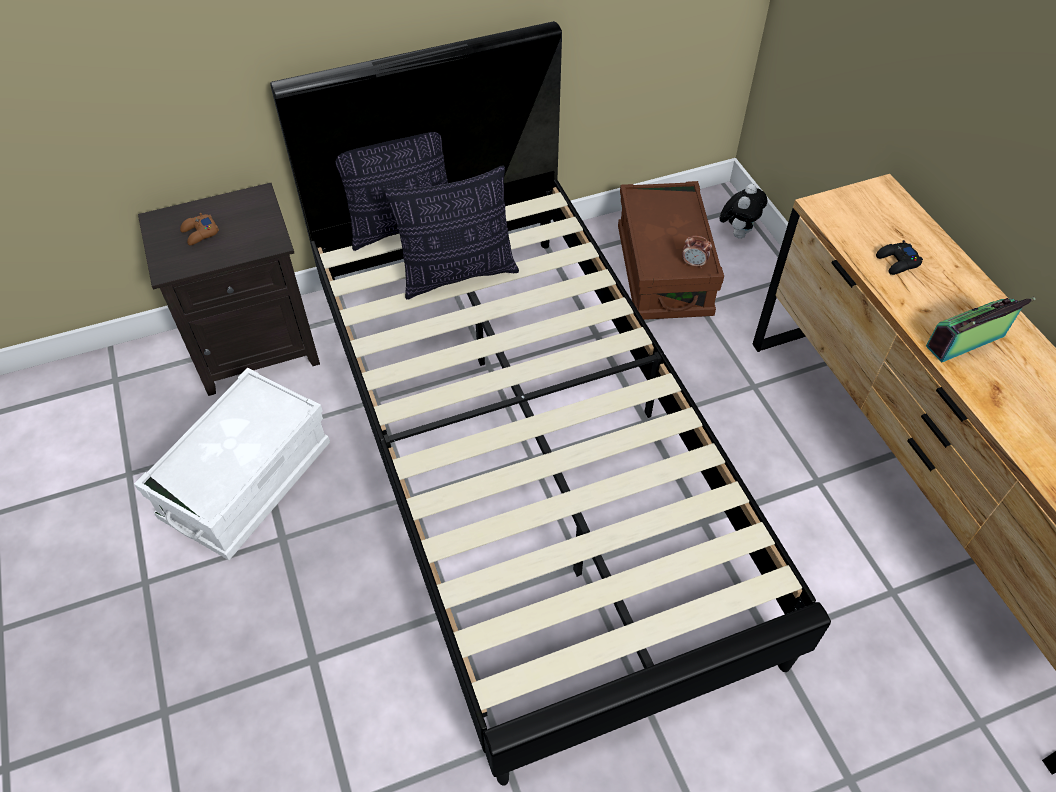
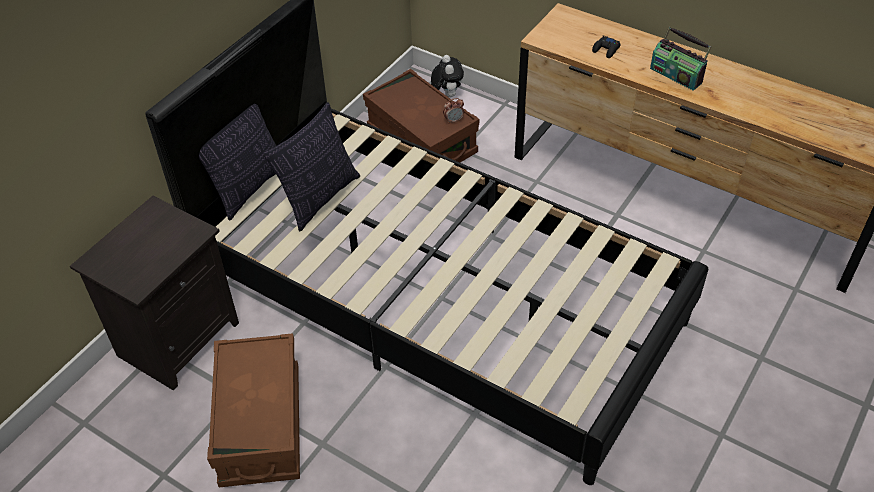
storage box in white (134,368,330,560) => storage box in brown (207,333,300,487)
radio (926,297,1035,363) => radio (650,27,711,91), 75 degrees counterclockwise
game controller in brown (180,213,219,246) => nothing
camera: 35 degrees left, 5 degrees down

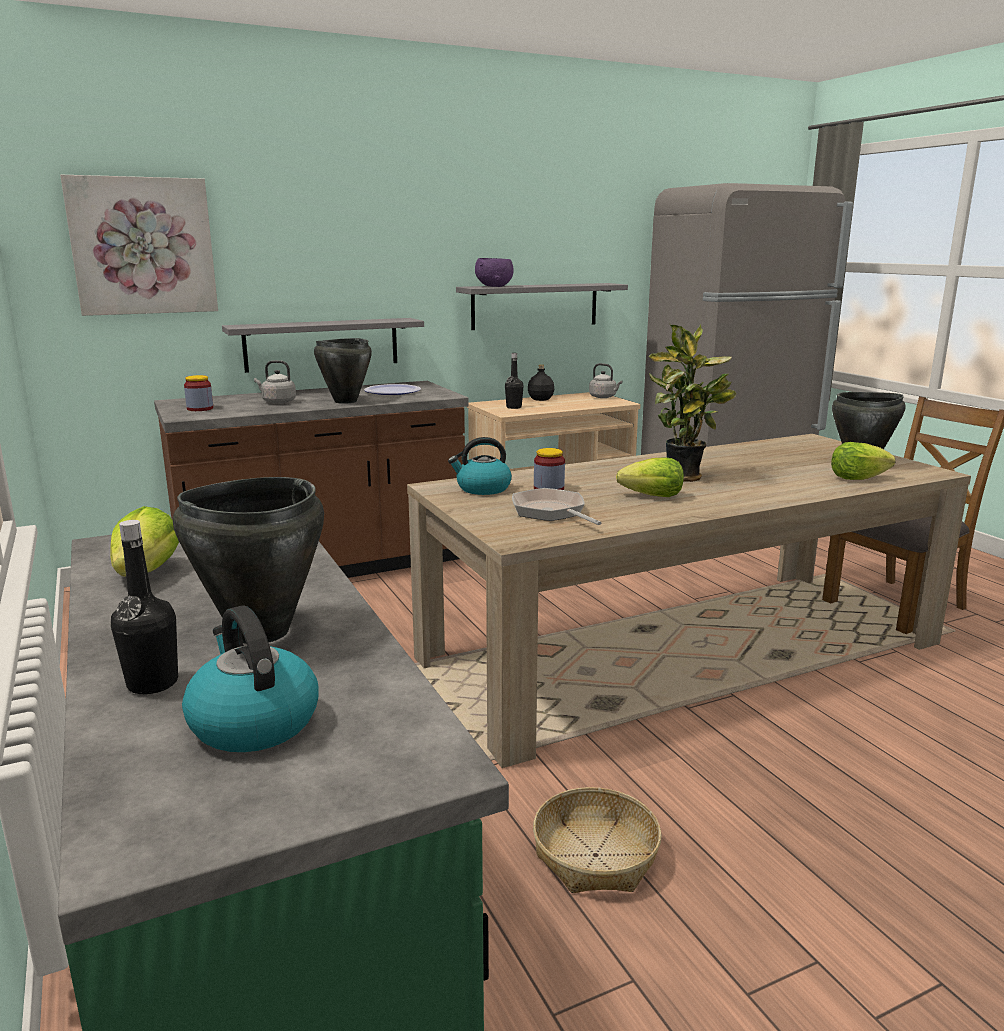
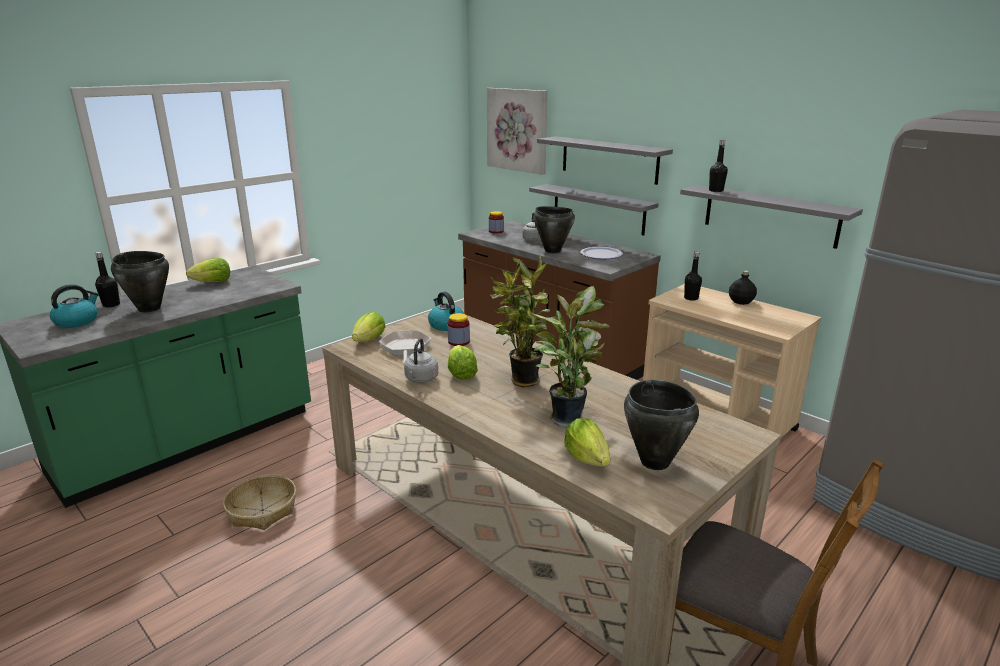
nothing => lettuce (352,312,385,342)
frying pan (512,488,602,525) => frying pan (379,330,431,365), 45 degrees counterclockwise
kettle in grey (589,363,623,398) => kettle in grey (404,338,438,383), shifted
nothing => potted plant (532,286,611,427)
nothing => shelf in grey (537,136,673,185)
bowl in purple (475,258,514,287) => bottle in black (709,140,728,192)
camera: 70 degrees right, 5 degrees up

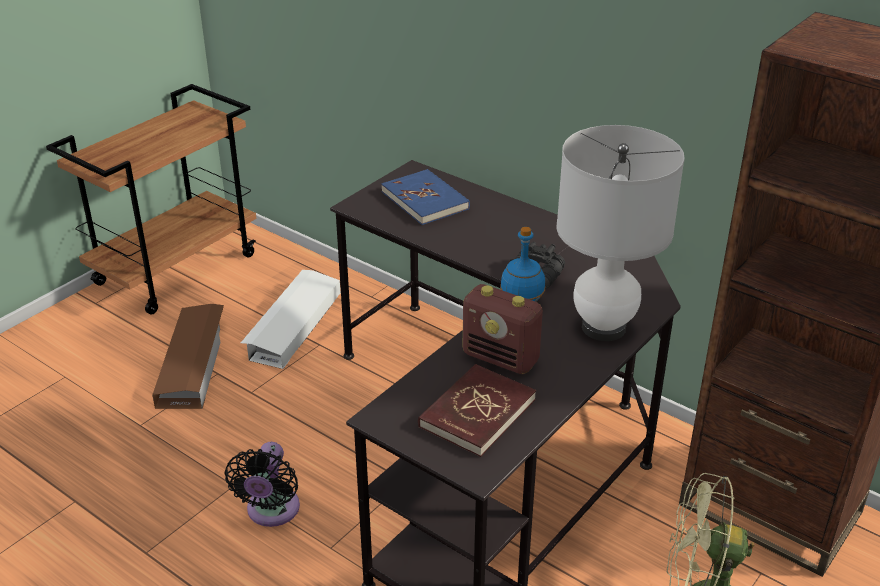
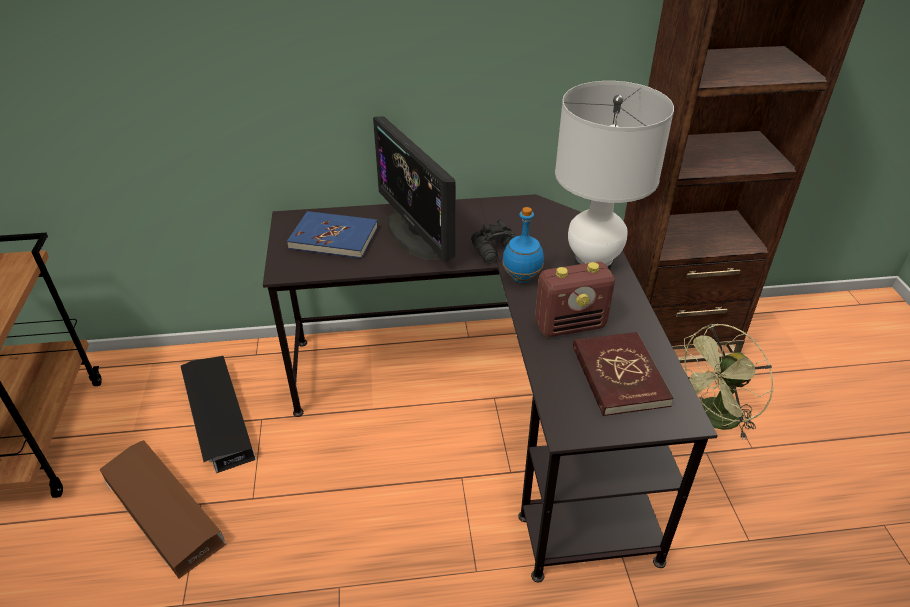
storage box in white (241,270,340,369) => storage box in black (180,356,256,473)
nothing => monitor (373,116,456,262)
fan in black (225,442,300,527) => nothing
camera: 45 degrees left, 5 degrees up

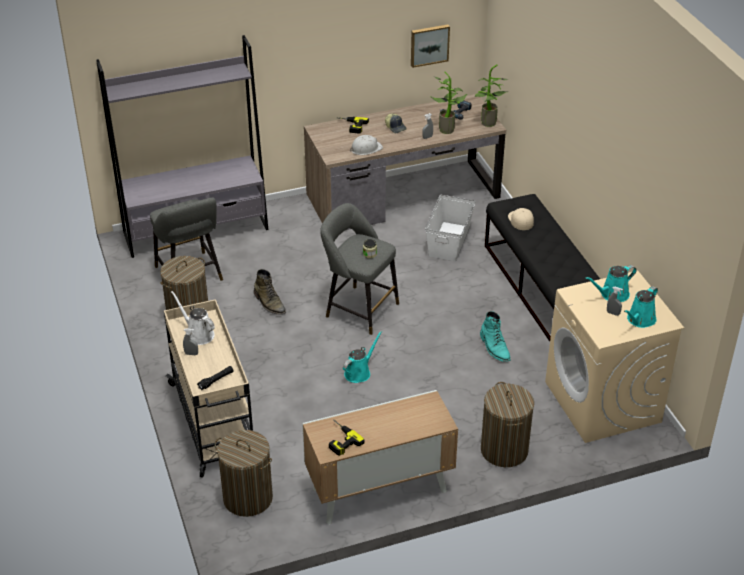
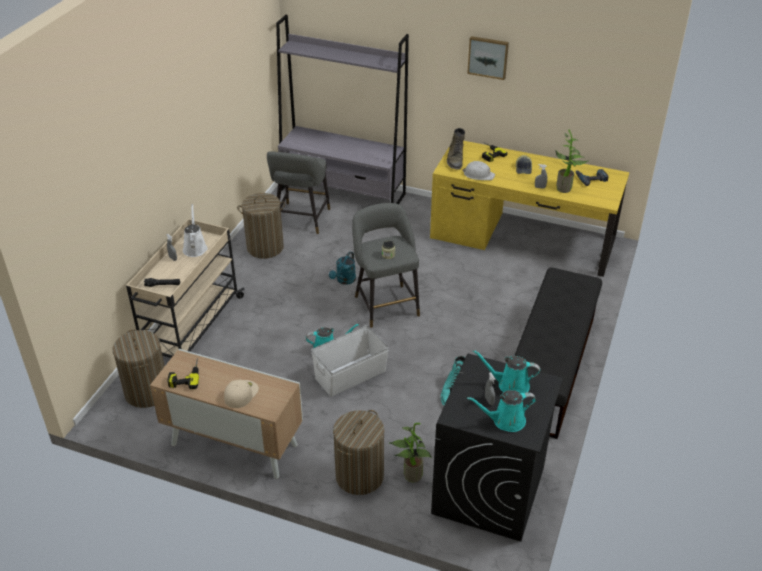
cap in beige (508,208,534,230) => cap in beige (224,380,259,408), shifted
storage box in white (425,195,476,261) => storage box in white (311,325,389,397), shifted
nothing => watering can in turquoise (329,251,356,285)
potted plant (474,65,509,127) => potted plant (389,423,432,483), shifted
desk in brown (304,94,506,230) => desk in yellow (430,141,629,277)
washing machine in beige (545,270,684,443) => washing machine in black (431,354,563,542)
boot in green (254,269,286,315) => boot in green (447,128,465,170), shifted
picture (411,25,450,68) => picture (467,36,509,80), shifted
camera: 40 degrees right, 0 degrees up

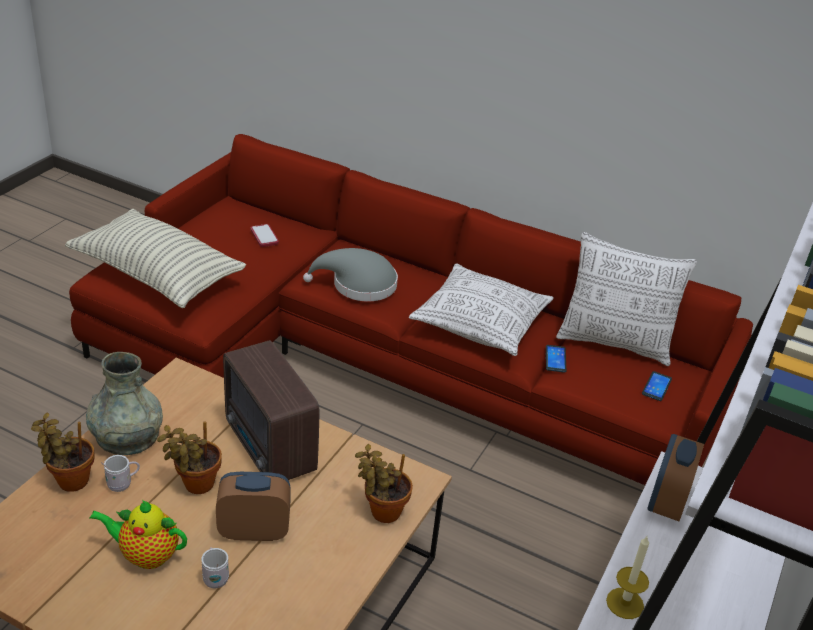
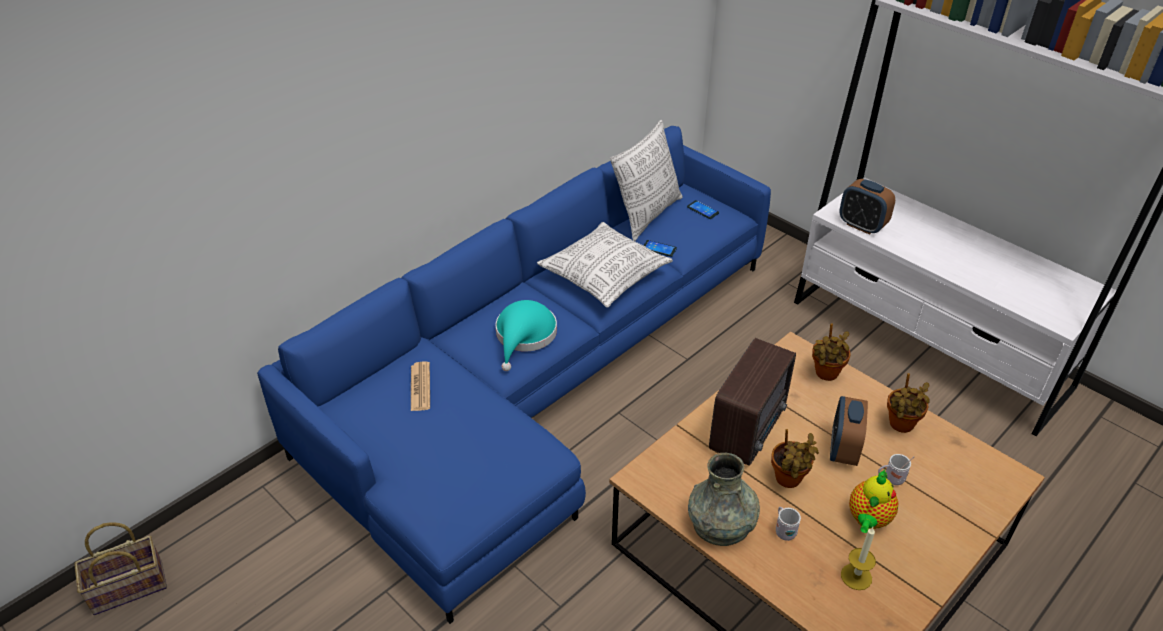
nothing => basket (74,522,167,615)
sofa in red (69,134,753,485) => sofa in blue (257,126,771,624)
phone (251,224,279,247) => newspaper (411,362,430,411)
hat in grey (303,248,398,301) => hat in turquoise (495,300,557,371)
radio (223,340,320,480) => radio (709,338,796,466), 45 degrees counterclockwise
candle (606,535,649,619) => candle (841,527,876,590), shifted
potted plant (31,412,94,492) => potted plant (887,373,930,433), shifted
pillow (65,209,246,308) => nothing
camera: 70 degrees left, 5 degrees up

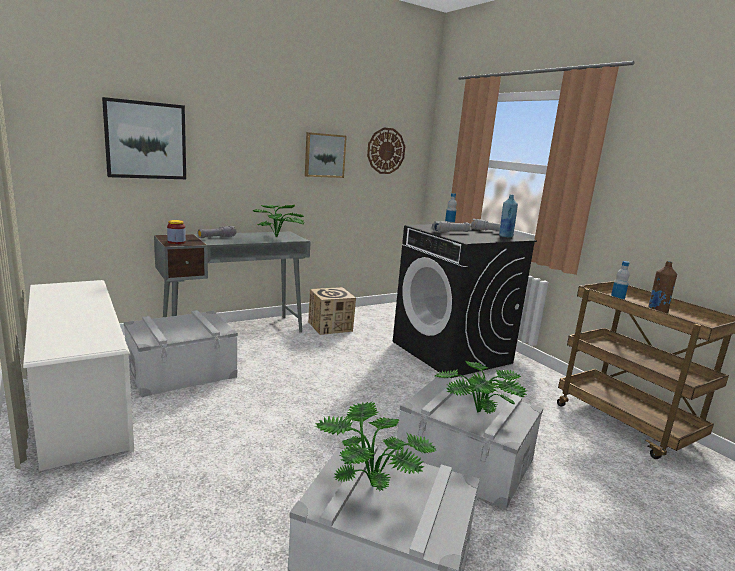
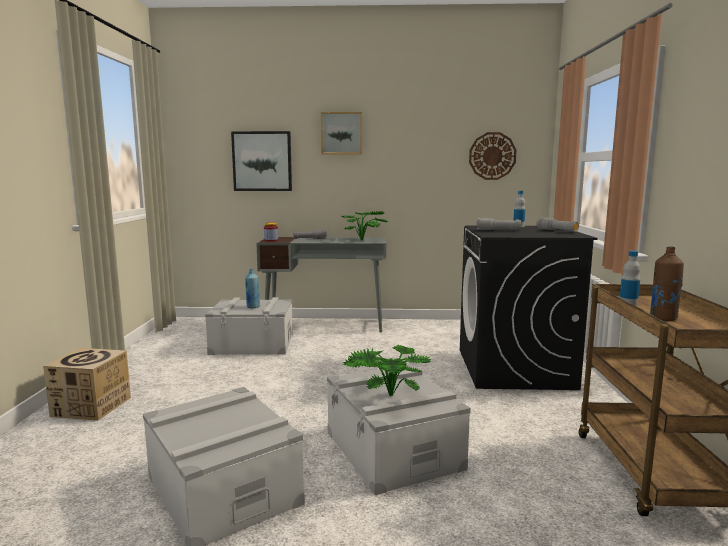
cardboard box (308,287,356,335) => cardboard box (43,348,131,421), shifted
bottle in blue (499,194,518,237) => bottle in blue (245,269,260,308), shifted
picture (305,132,347,178) => picture (321,112,362,154), shifted
shoe rack in white (23,280,134,471) => nothing
potted plant (315,401,437,491) => nothing
camera: 35 degrees right, 5 degrees down

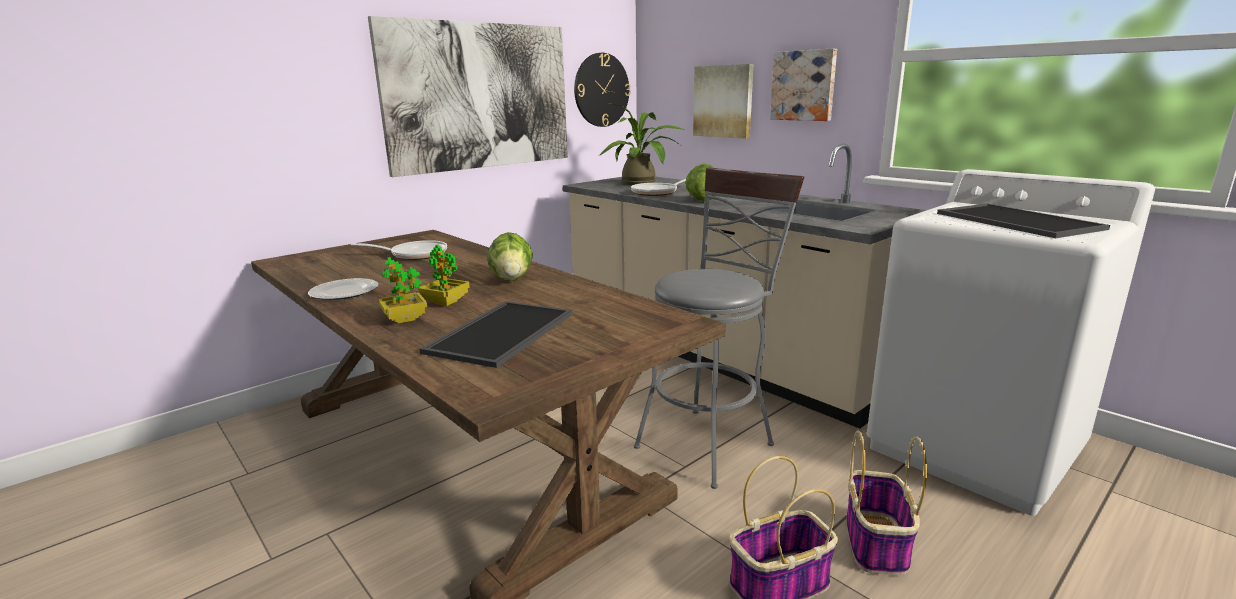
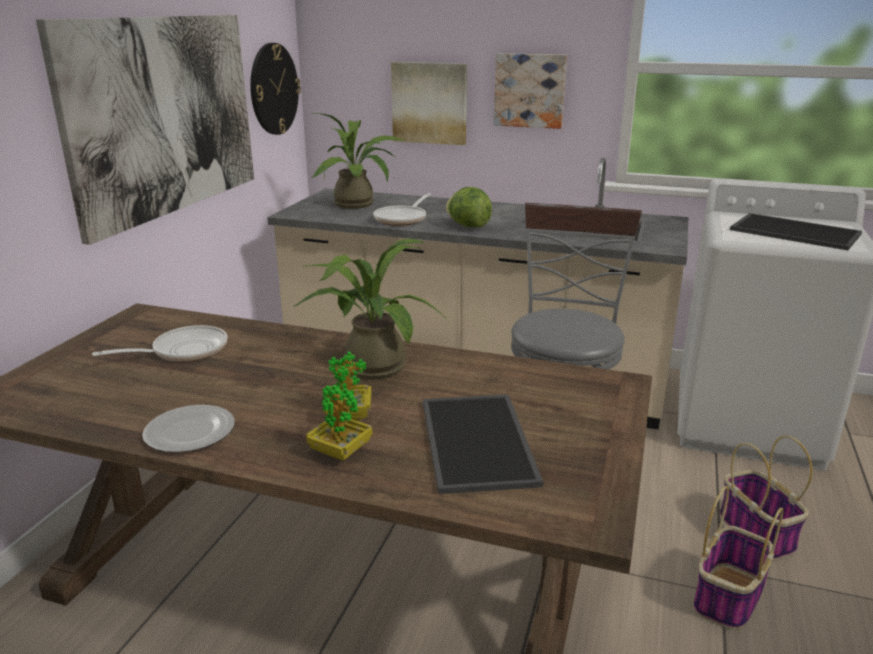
lettuce (487,232,533,281) => potted plant (293,239,448,379)
camera: 30 degrees left, 5 degrees up

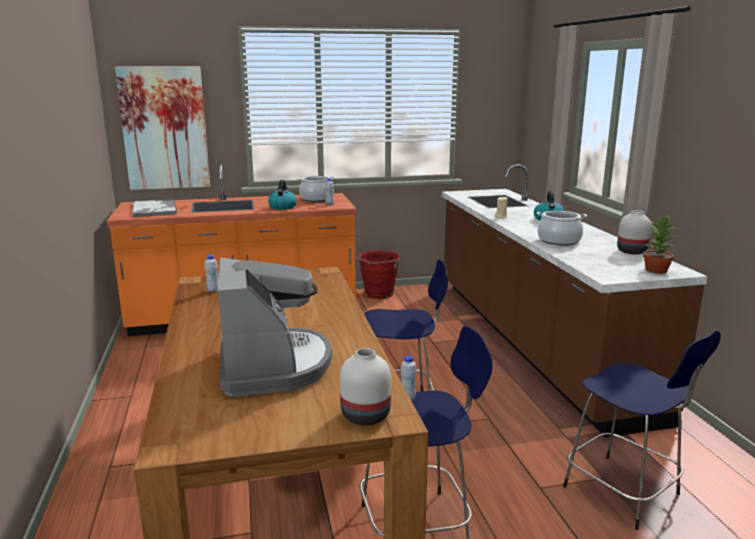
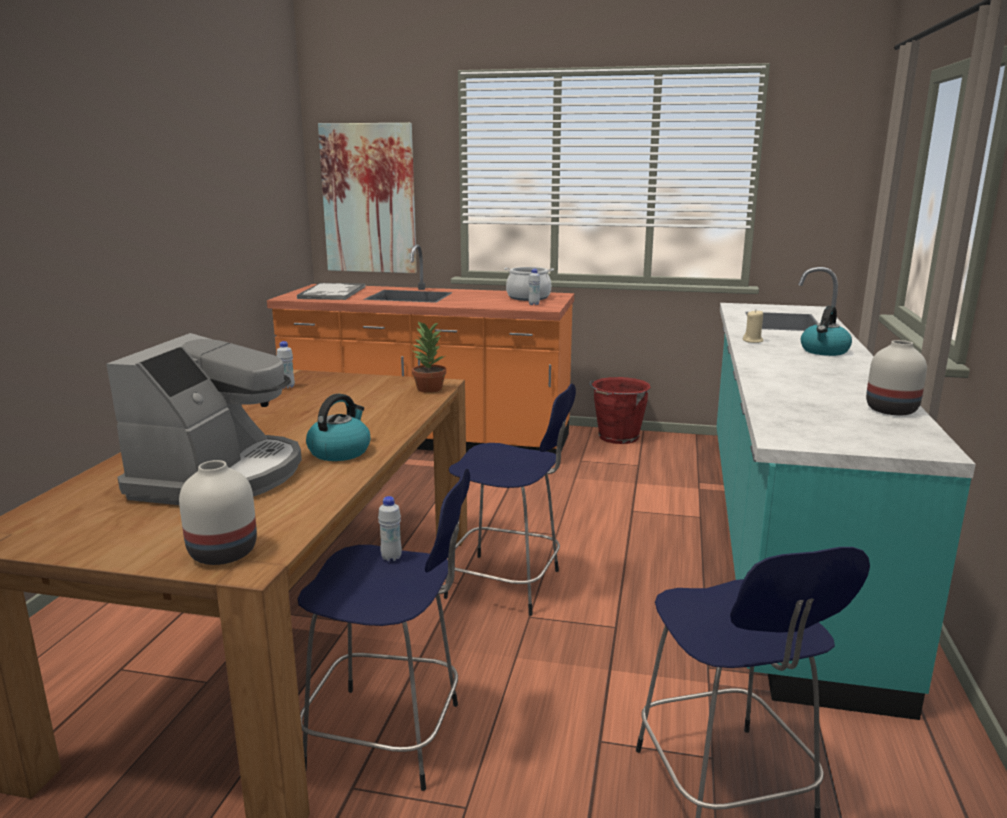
kettle (268,180,297,210) => kettle (306,394,371,461), shifted
potted plant (643,216,675,274) => potted plant (412,321,446,393), shifted
counter in brown (442,164,708,437) => counter in turquoise (716,267,976,720)
cooking pot (537,211,587,246) => nothing
camera: 25 degrees right, 0 degrees up

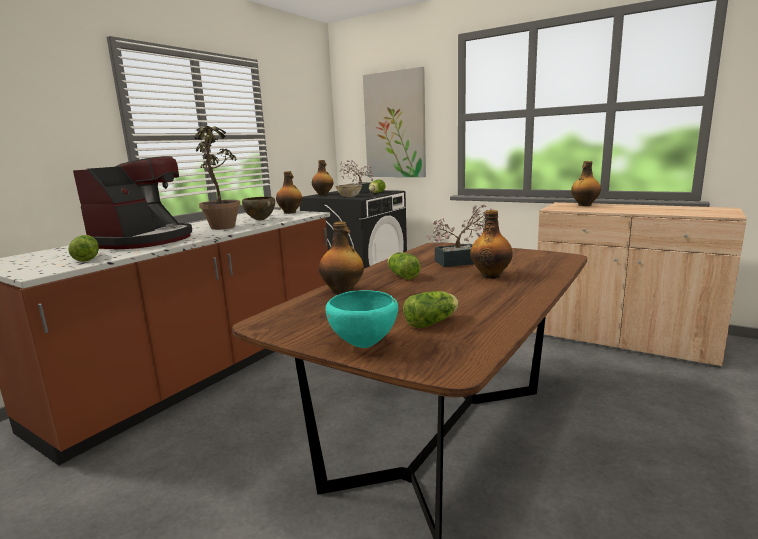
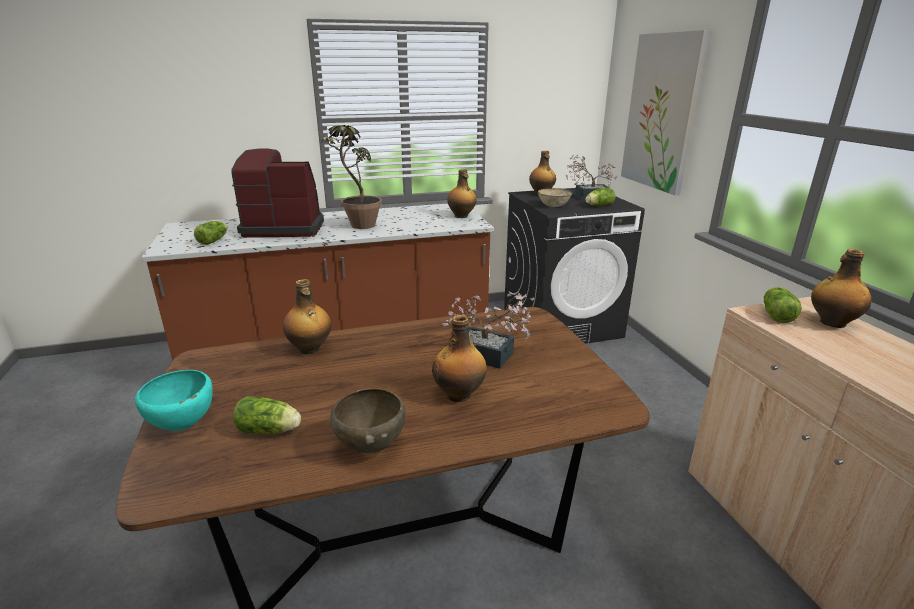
coffee machine (73,156,192,249) => coffee machine (231,148,324,238), 150 degrees counterclockwise
bowl in brown (242,197,275,221) => bowl in brown (330,388,406,453), shifted
lettuce (388,253,421,280) => lettuce (764,287,802,323), shifted
camera: 40 degrees right, 10 degrees up

